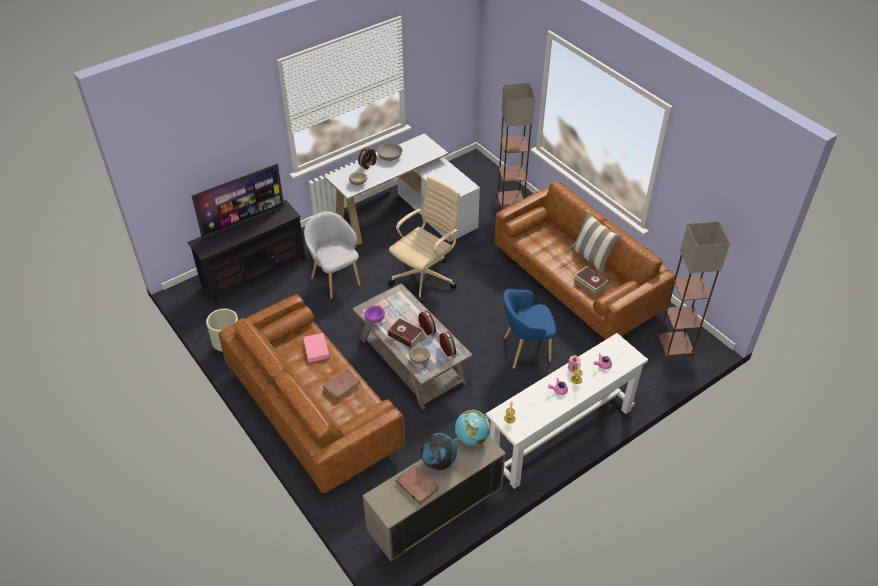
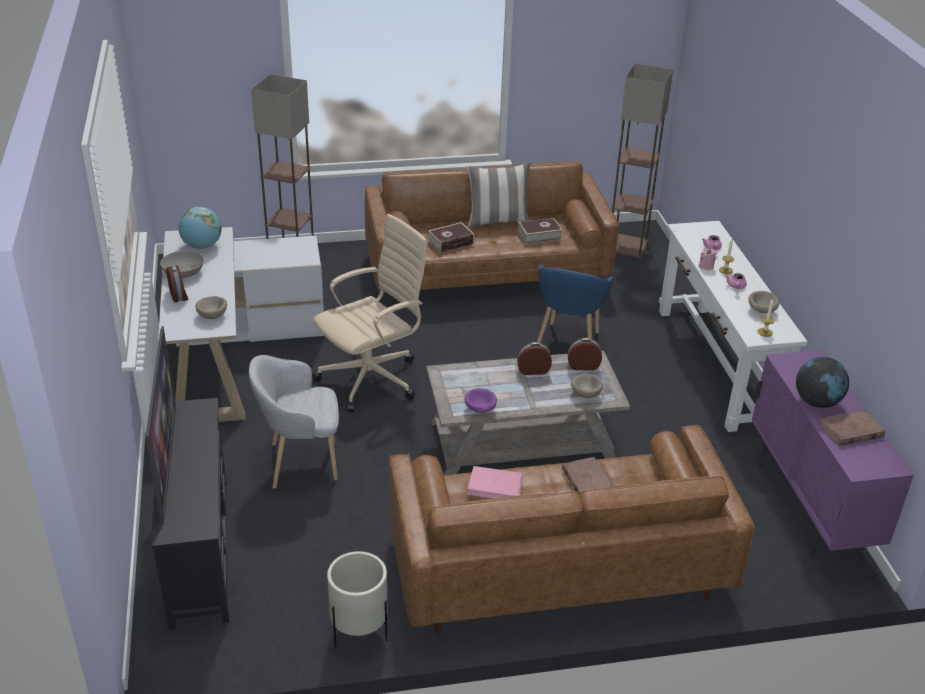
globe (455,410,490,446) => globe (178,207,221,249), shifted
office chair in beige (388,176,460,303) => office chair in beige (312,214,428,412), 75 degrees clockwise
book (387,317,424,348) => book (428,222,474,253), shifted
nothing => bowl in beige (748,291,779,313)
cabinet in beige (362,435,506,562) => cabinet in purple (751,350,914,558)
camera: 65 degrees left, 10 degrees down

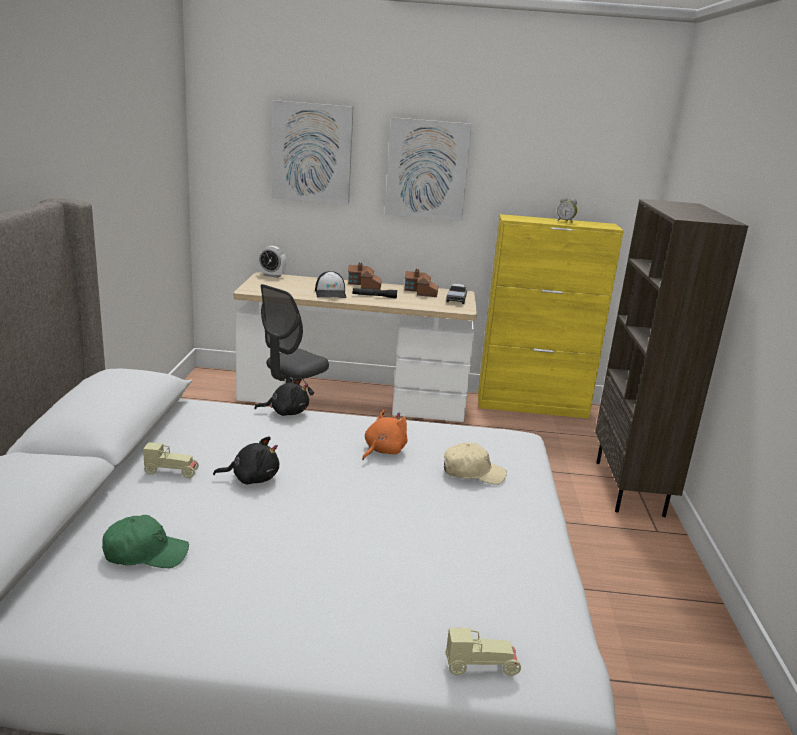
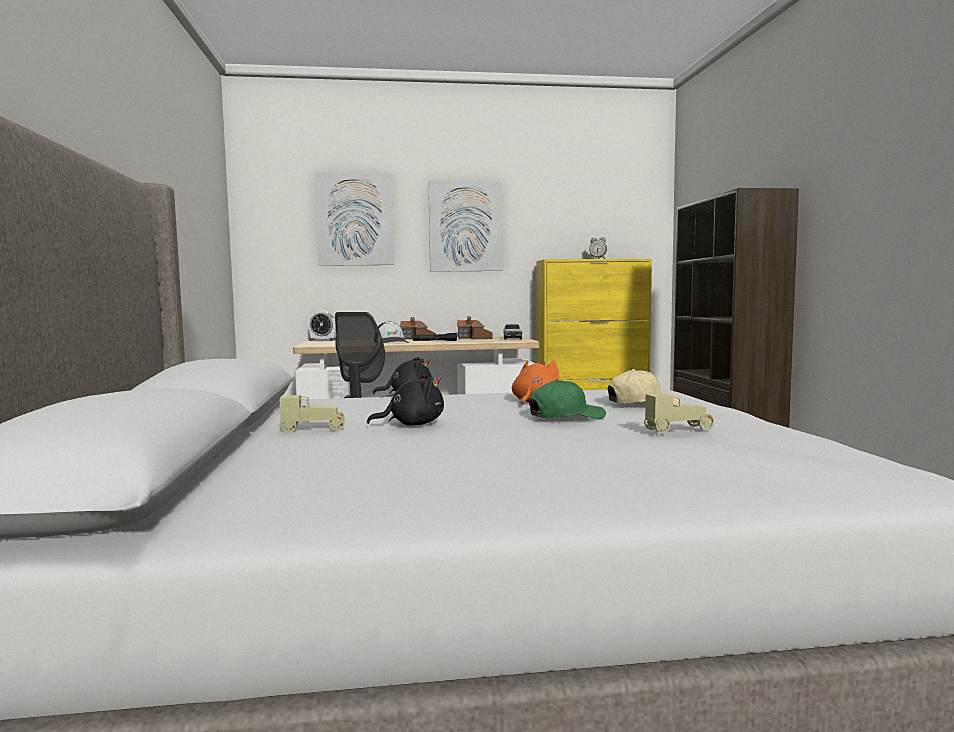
cap in green (102,515,189,568) => cap in green (529,379,606,419), shifted
toy car in beige (445,628,521,676) => toy car in beige (644,393,714,433), shifted
camera: 10 degrees left, 15 degrees down

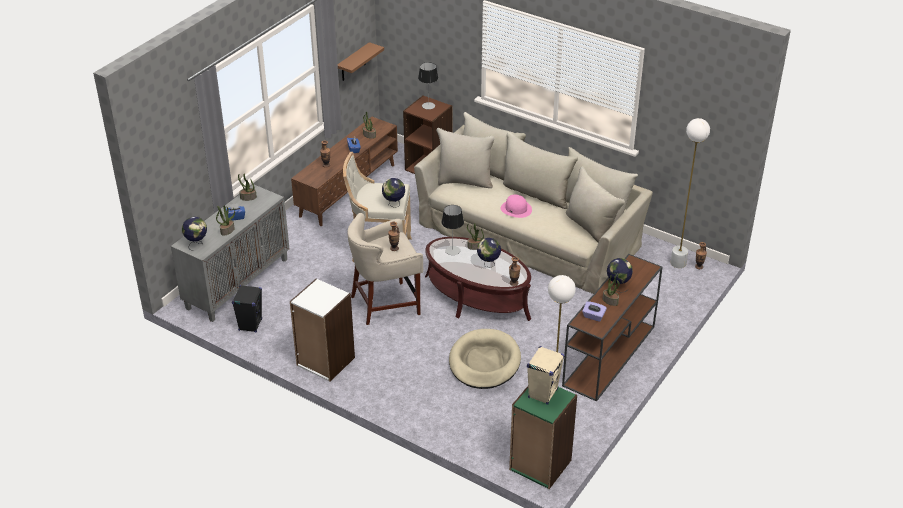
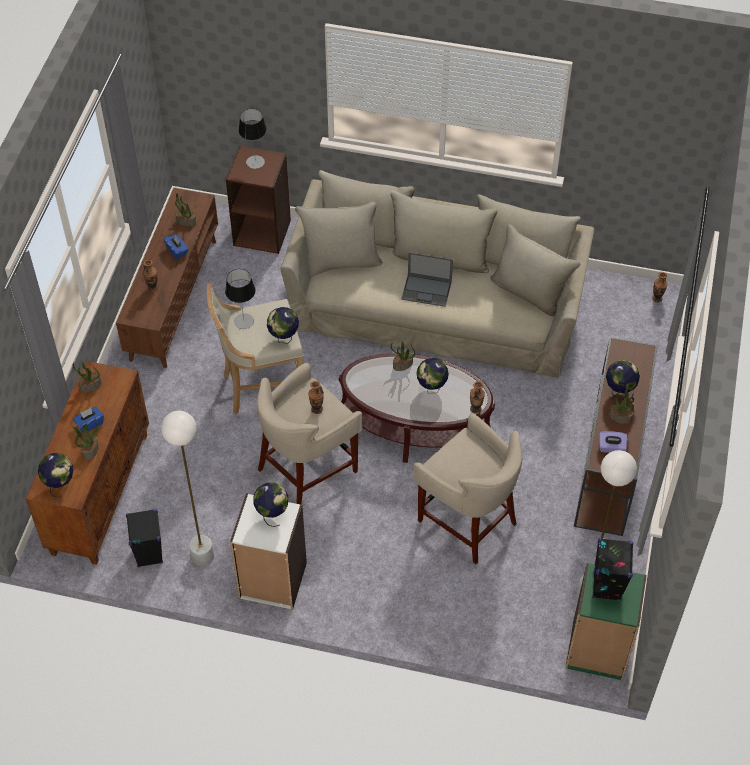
cabinet in grey (171,185,289,322) => cabinet in brown (26,361,149,565)
floor lamp in white (670,118,710,268) => floor lamp in white (161,410,214,566), shifted
table lamp (441,205,464,255) => table lamp (225,269,255,329), shifted
nothing => globe (253,482,288,527)
hat in pink (501,195,532,218) => laptop (402,252,453,307)
dog bed in beige (449,329,521,389) => stool in beige (413,414,523,564)
speaker in beige (527,346,564,405) => speaker in black (592,538,633,601)
shelf in brown (338,42,384,81) => nothing
camera: 20 degrees left, 15 degrees up

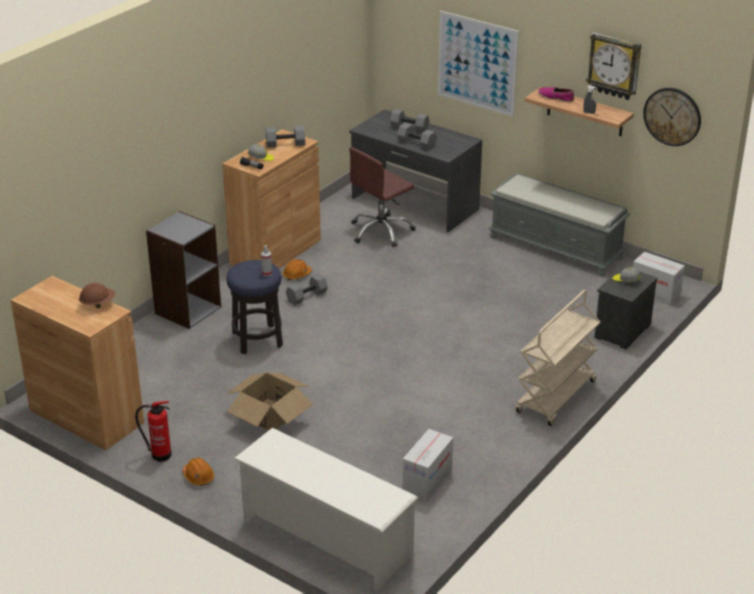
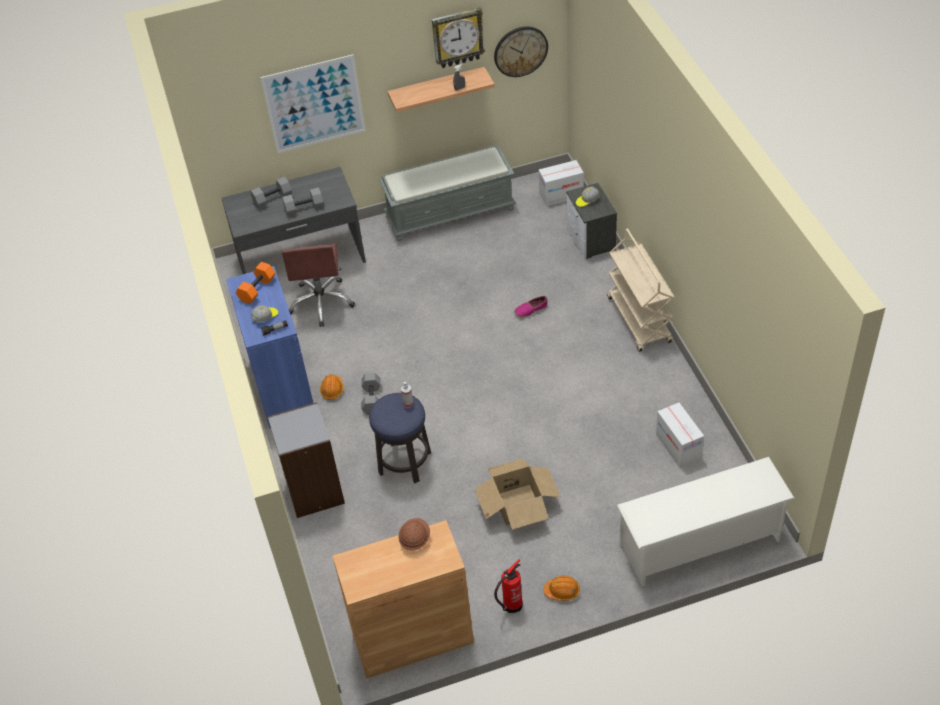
cabinet in brown (222,129,321,268) => cabinet in blue (226,266,313,428)
dumbbell in grey (266,126,305,148) => dumbbell in orange (236,262,275,304)
shoe (538,87,574,102) => shoe (514,296,547,317), shifted
camera: 50 degrees left, 15 degrees up

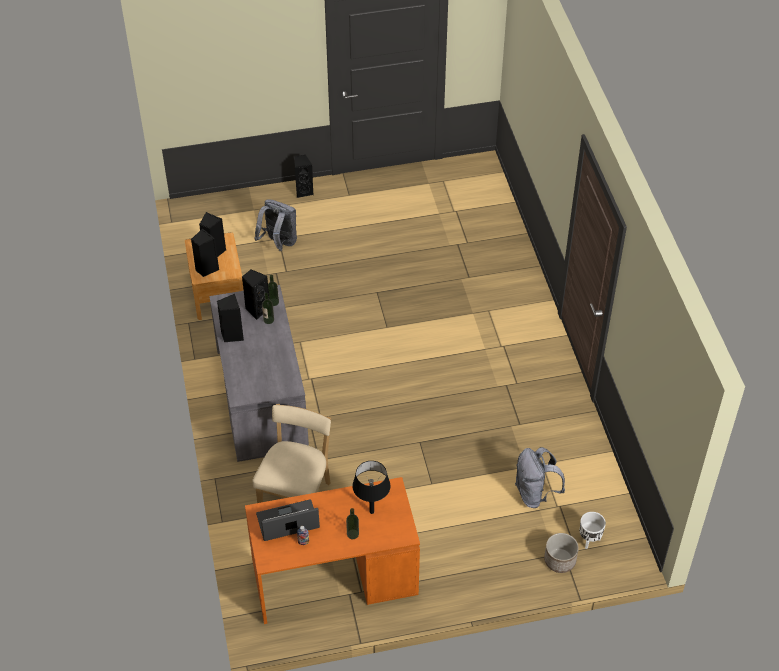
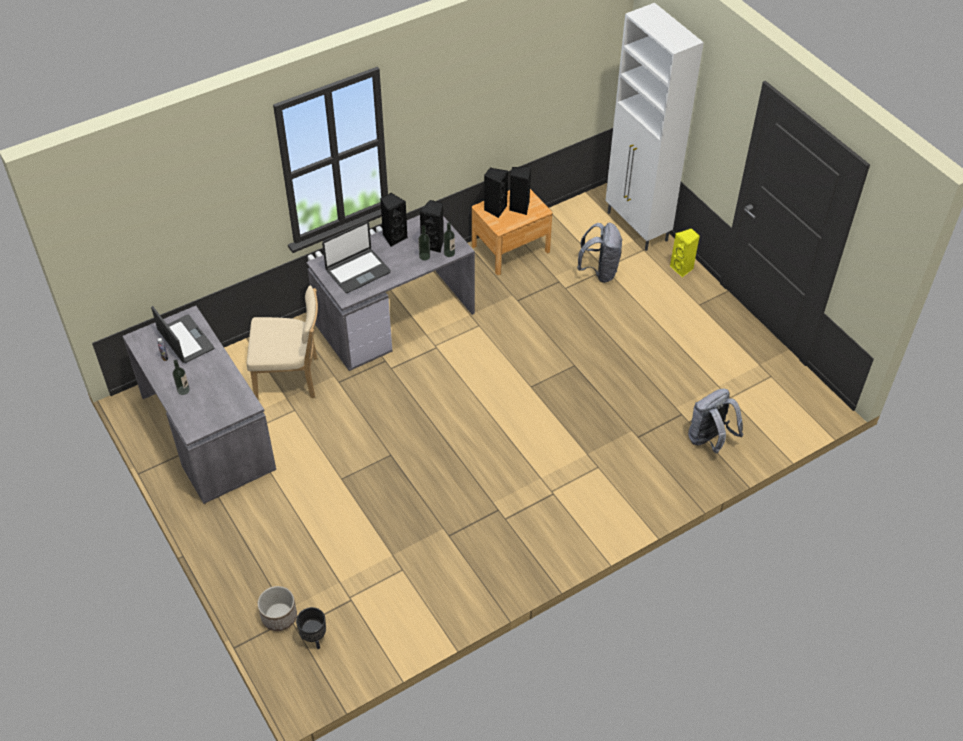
desk in orange (245,477,420,624) => desk in grey (123,306,276,504)
planter in white (580,512,606,549) => planter in black (296,607,326,649)
nothing => laptop (322,221,391,293)
nothing => cabinet in white (605,3,704,251)
speaker in black (294,155,314,198) => speaker in yellow (670,228,700,277)
backpack in grey (515,447,565,508) => backpack in grey (688,389,743,454), shifted
table lamp in black (352,461,391,514) => nothing
camera: 70 degrees right, 0 degrees up

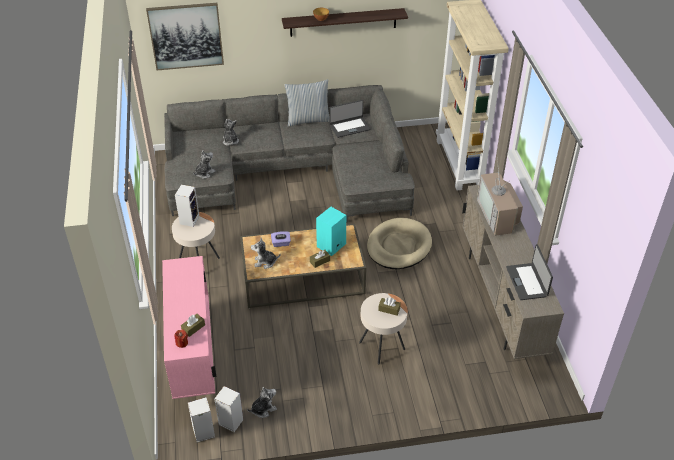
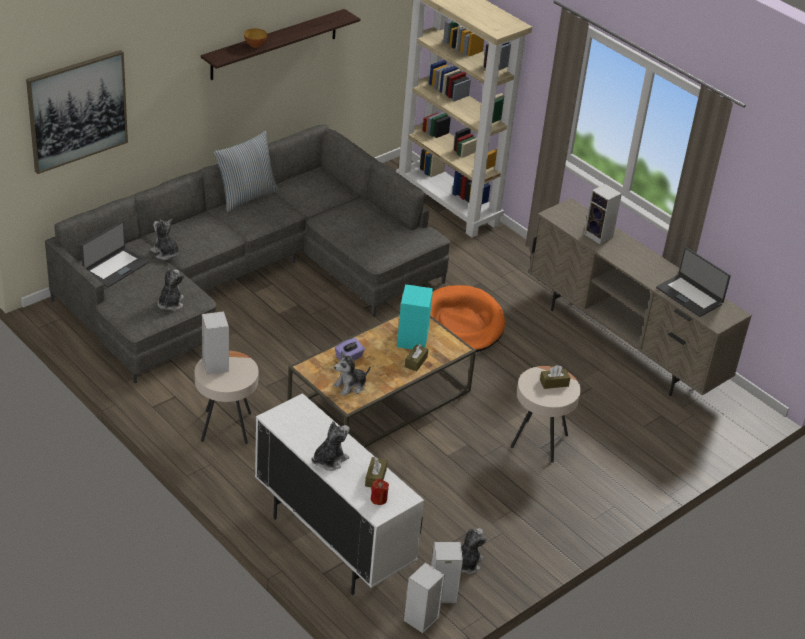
laptop (329,100,371,138) => laptop (81,221,149,288), shifted
cabinet in pink (162,256,216,399) => cabinet in white (255,393,424,595)
nothing => plush toy (311,421,350,471)
dog bed in beige (367,218,432,269) => dog bed in orange (430,285,505,352)
television (477,158,523,236) => speaker (584,184,622,244)
camera: 35 degrees left, 5 degrees down

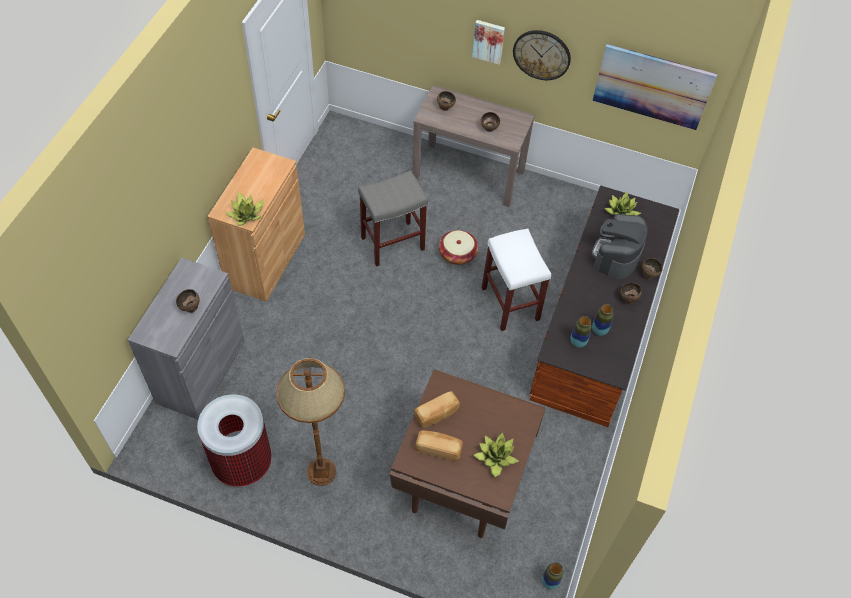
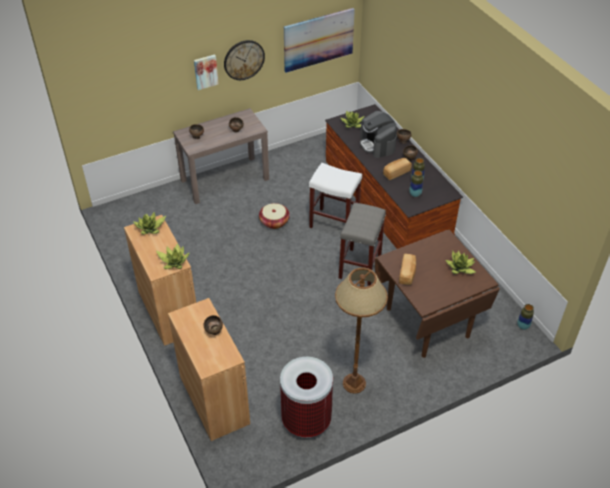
nothing => potted plant (133,212,166,235)
cabinet in grey (128,258,245,420) => cabinet in brown (168,298,250,441)
stool in grey (358,170,428,267) => stool in grey (339,203,386,286), shifted
bread (415,431,463,462) => bread (383,158,412,180), shifted
camera: 45 degrees left, 10 degrees down

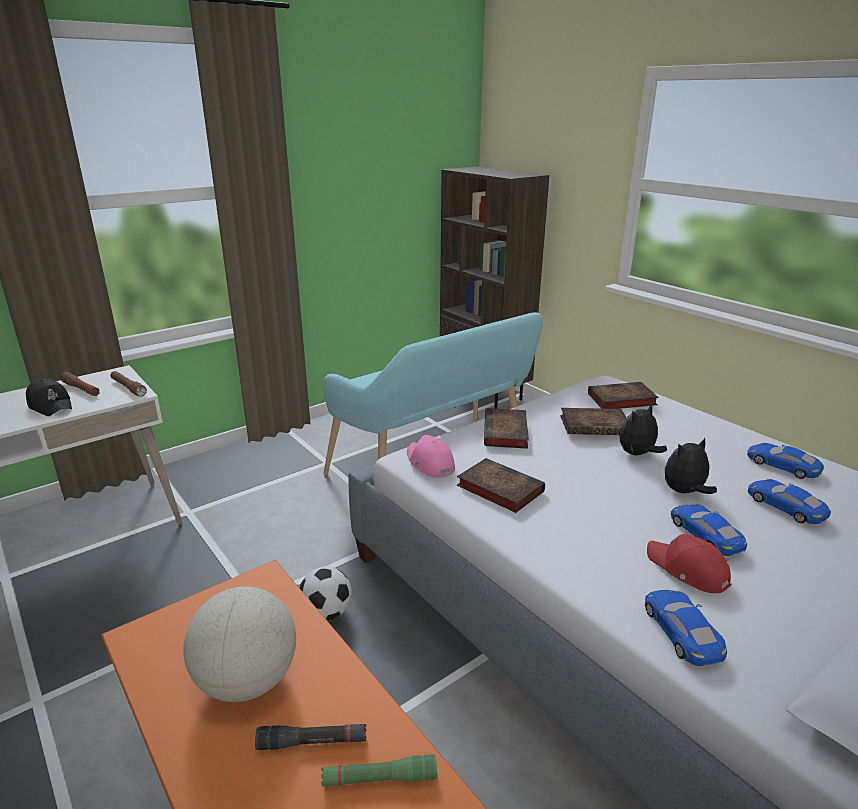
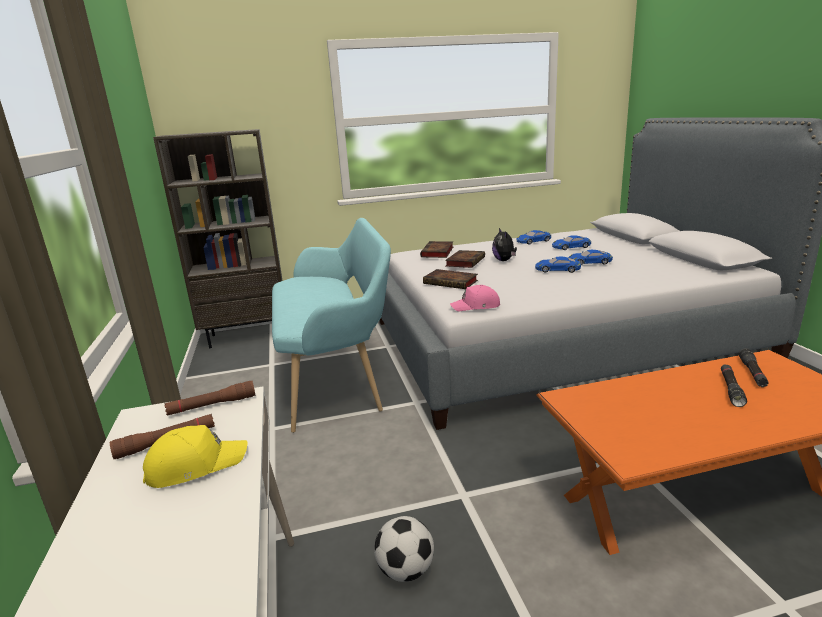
cap in black (26,379,72,416) => cap in yellow (143,425,247,488)
football (300,566,352,621) => football (374,516,434,582), shifted
toy car in blue (645,590,727,666) => toy car in blue (535,256,581,273), shifted
flashlight in green (321,754,437,787) => flashlight in black (739,348,769,387)
globe (183,587,296,702) => nothing
book (457,458,545,513) => nothing
cap in red (647,534,731,593) => nothing
plush toy (665,438,717,494) => nothing
camera: 65 degrees left, 5 degrees down

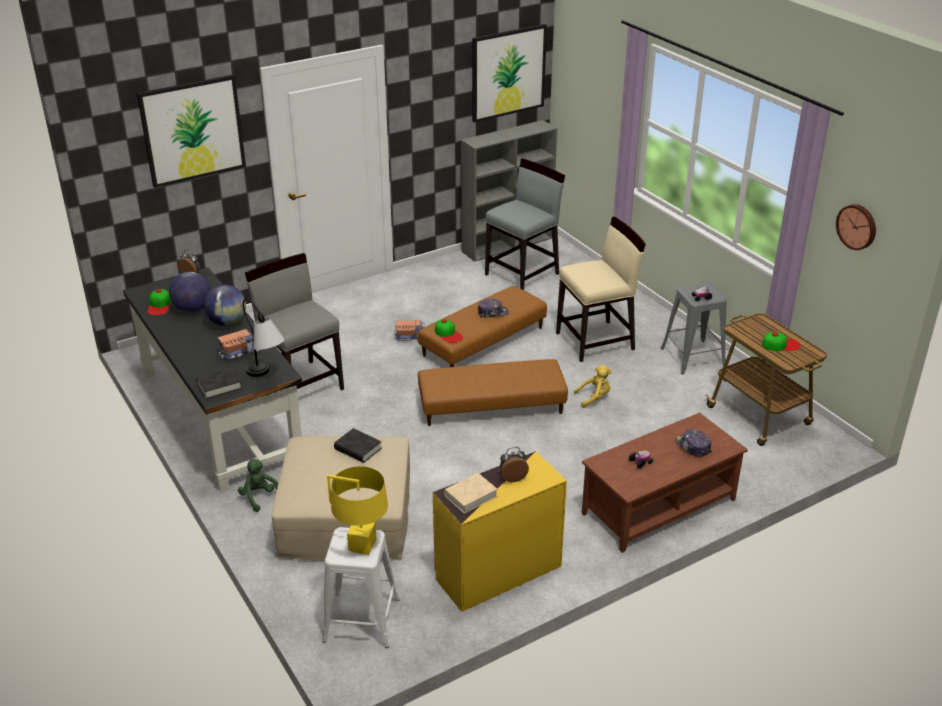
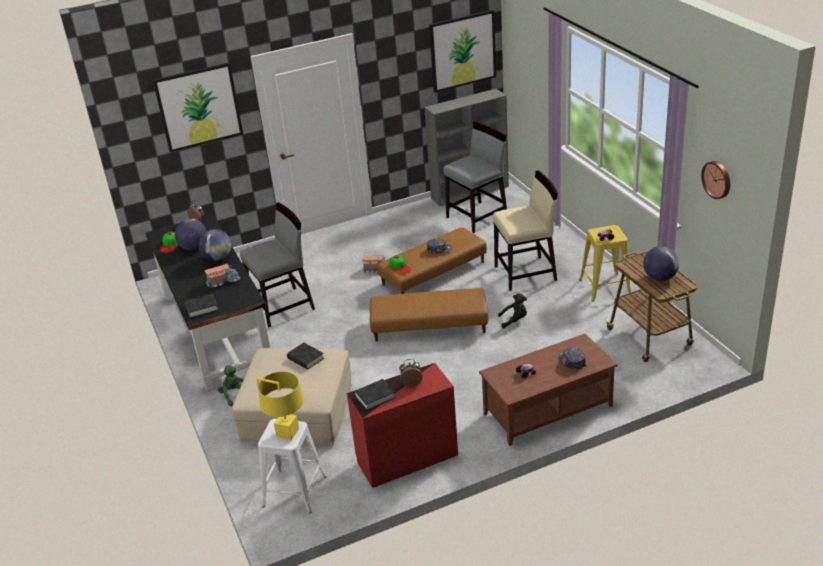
chair in grey (245,253,344,390) => chair in grey (240,202,315,327), 90 degrees clockwise
dresser in yellow (433,451,567,612) => dresser in red (347,363,458,488)
book in beige (444,473,498,514) => book in black (354,379,396,410)
plush toy in yellow (574,365,612,408) => plush toy in black (498,294,527,328)
stool in grey (660,283,727,374) => stool in yellow (579,225,631,302)
cap (762,332,801,351) => globe (643,246,679,281)
table lamp (243,298,285,377) => nothing
camera: 10 degrees right, 0 degrees up

